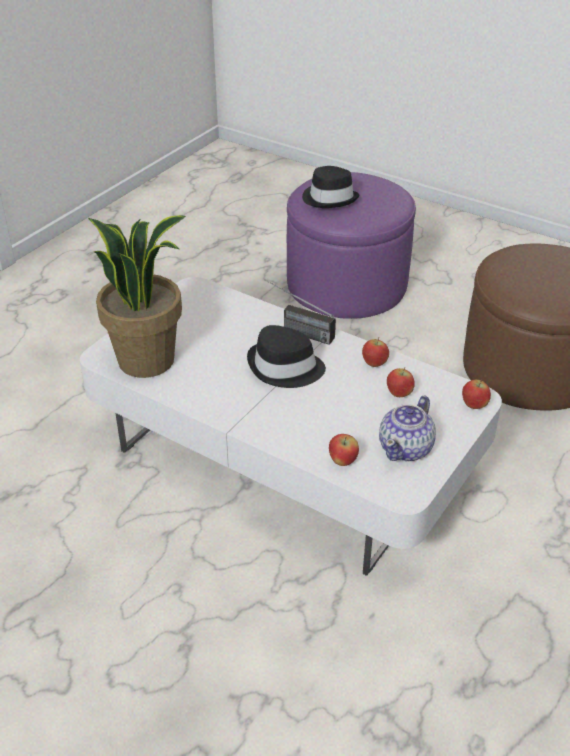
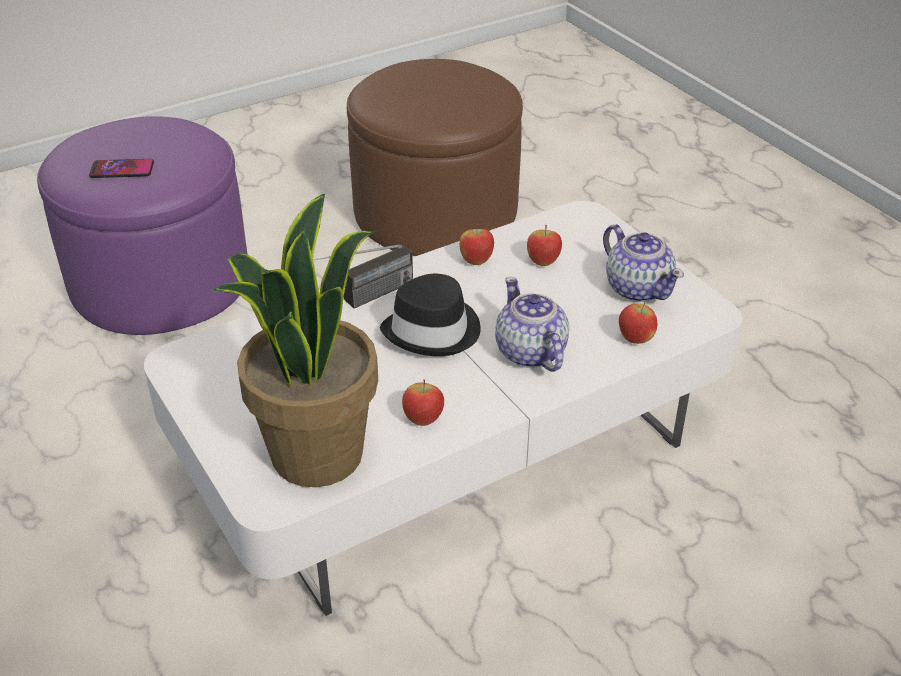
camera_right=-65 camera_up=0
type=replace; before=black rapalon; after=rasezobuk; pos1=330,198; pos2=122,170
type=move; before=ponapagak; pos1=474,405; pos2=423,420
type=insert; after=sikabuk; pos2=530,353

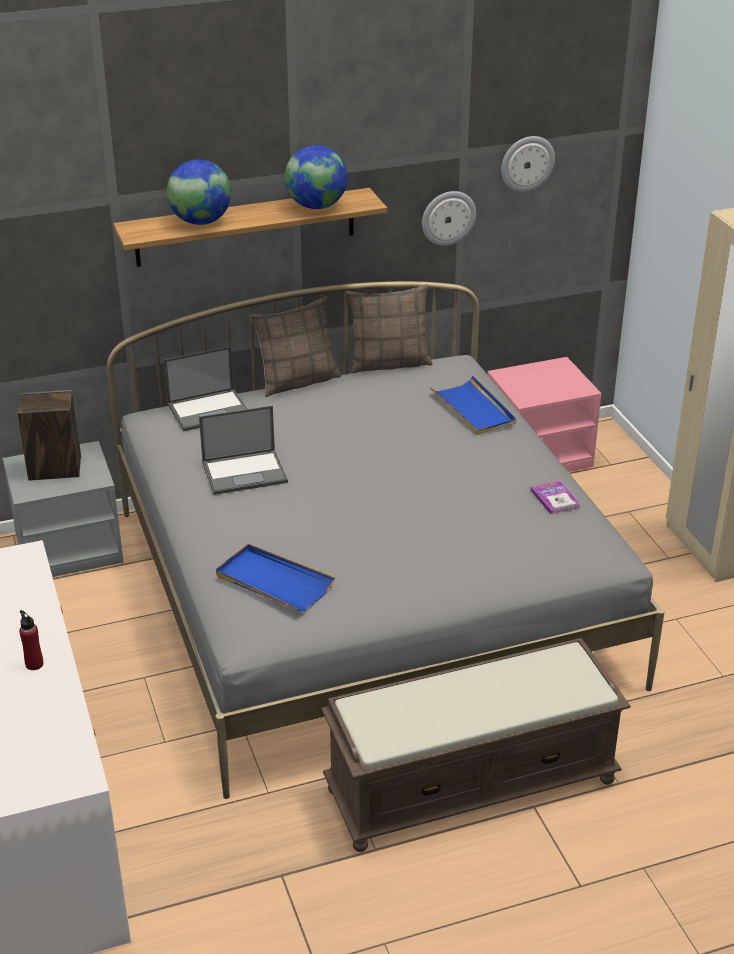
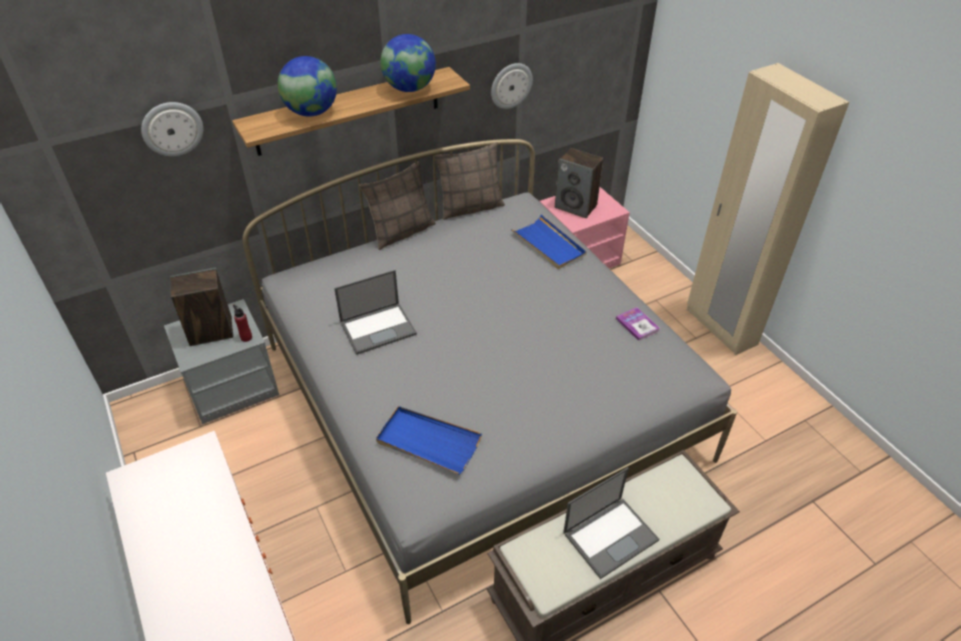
camera_right=-10 camera_up=10
type=move; before=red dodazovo; pos1=34,664; pos2=246,337
type=move; before=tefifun; pos1=209,410; pos2=611,535
type=move; before=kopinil; pos1=527,163; pos2=172,128
type=insert; after=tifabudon; pos2=576,206

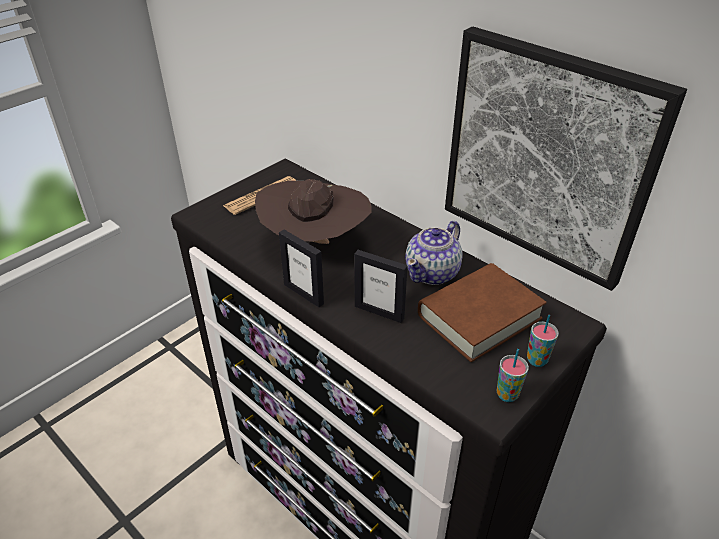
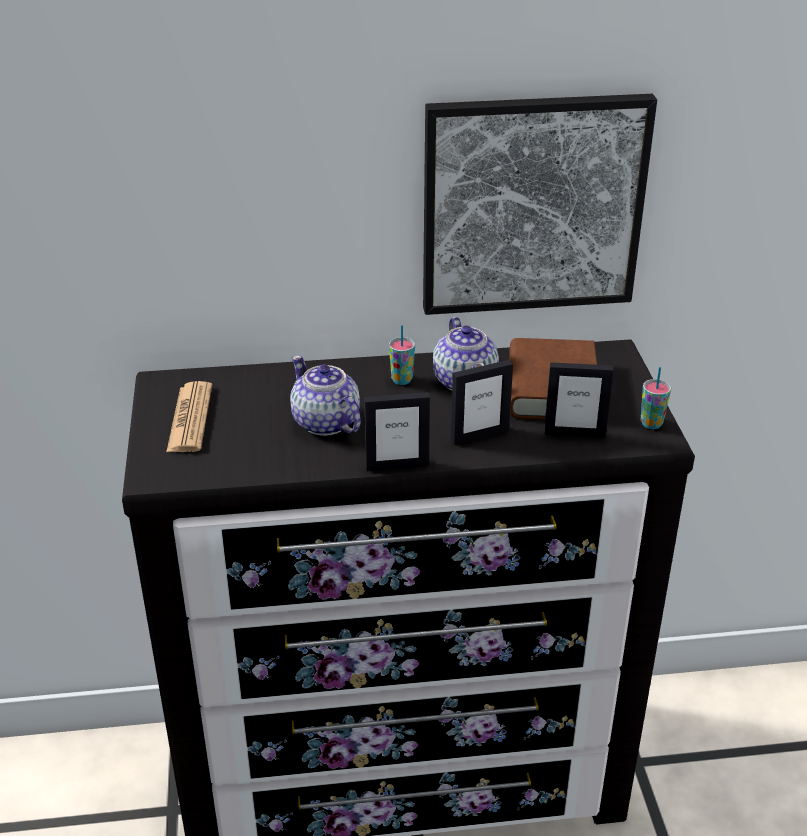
camera_right=-50 camera_up=-5
type=replace; before=brown rapalon; after=sikabuk; pos1=314,242; pos2=325,423
type=move; before=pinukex; pos1=536,360; pos2=402,380
type=insert; after=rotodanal; pos2=574,433

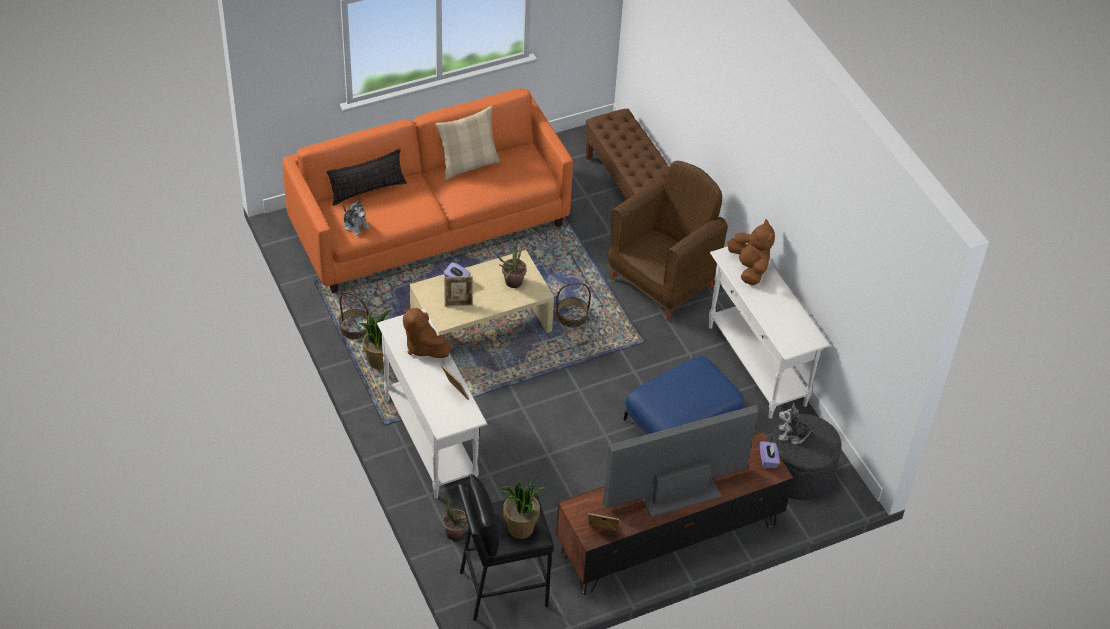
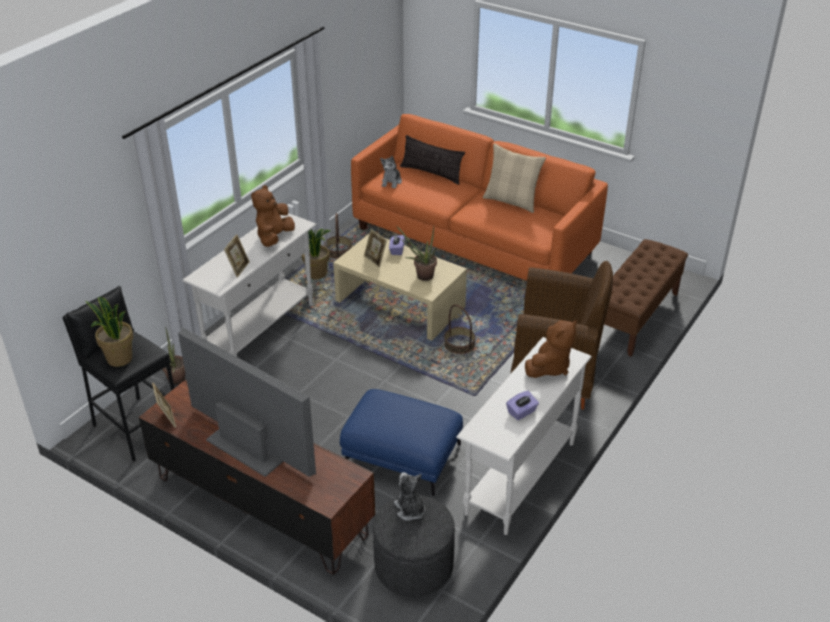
camera_right=60 camera_up=-10
type=move; before=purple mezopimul; pos1=768,460; pos2=521,412

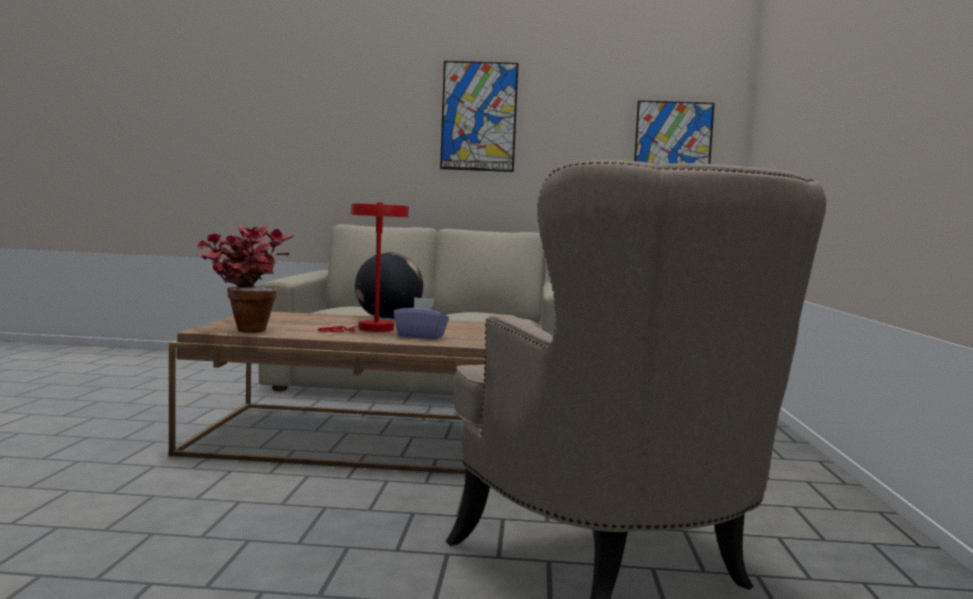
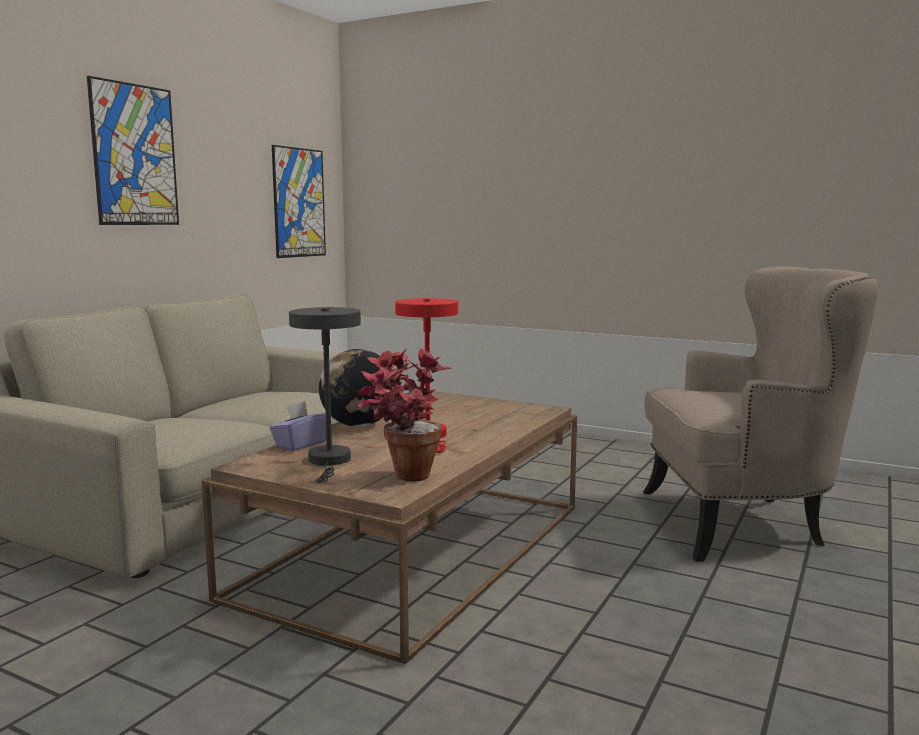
camera_right=-65 camera_up=5
type=move; before=purple mezopimul; pos1=421,336; pos2=300,444
type=insert; after=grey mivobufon; pos2=329,461

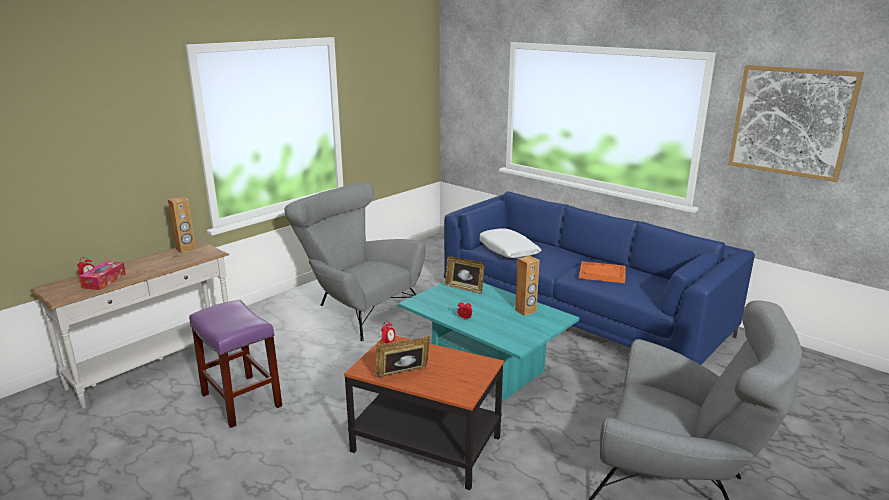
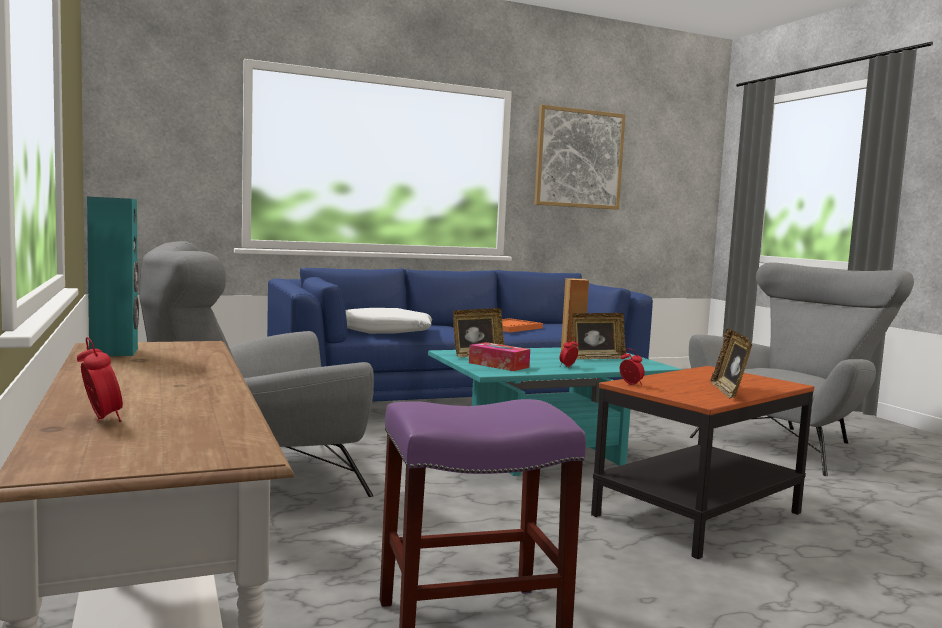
camera_right=-65 camera_up=-15
type=move; before=mezopimul; pos1=104,281; pos2=498,365
type=recolor; before=brown tifabudon; after=turquoise tifabudon; pos1=186,249; pos2=115,352
type=insert; after=rotodanal; pos2=596,358

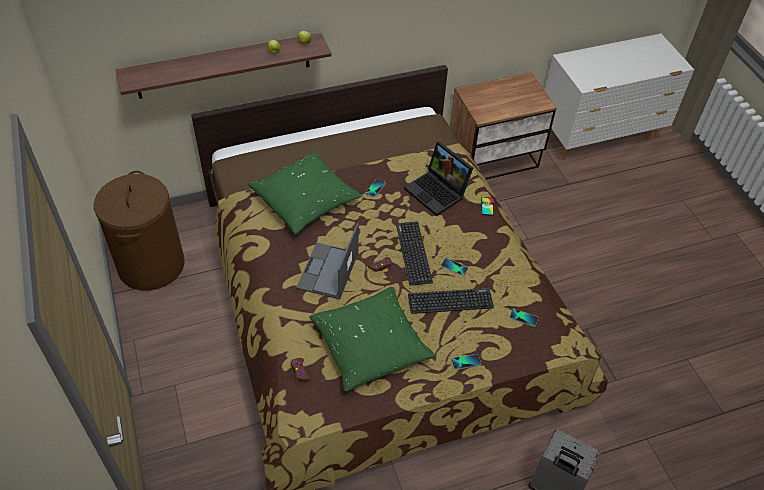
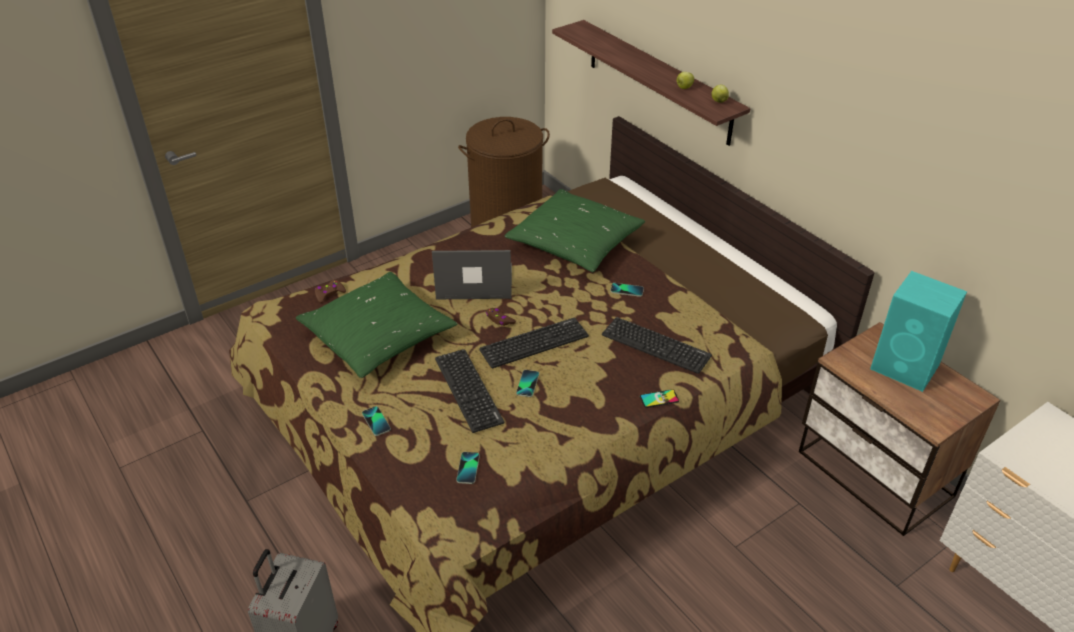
camera_right=75 camera_up=-10
type=replace; before=tefifun; after=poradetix; pos1=438,192; pos2=655,345
type=insert; after=turquoise tifabudon; pos2=906,367

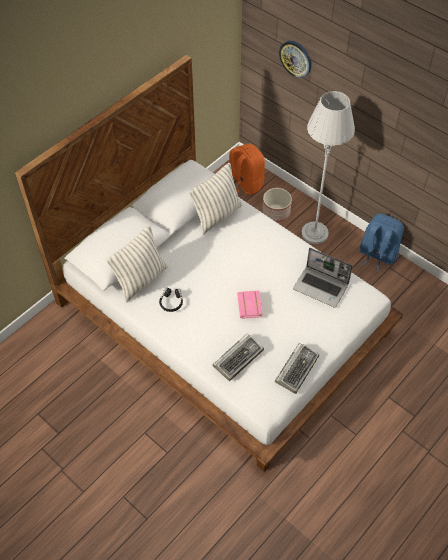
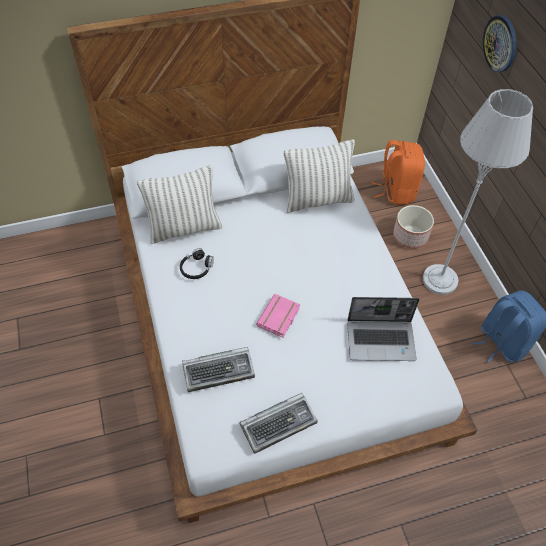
camera_right=30 camera_up=0
type=rotate; before=tefifun; pos1=321,287; pos2=381,340; turn=-60

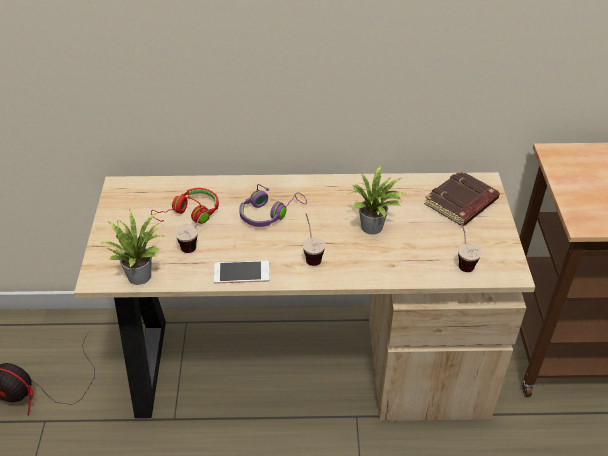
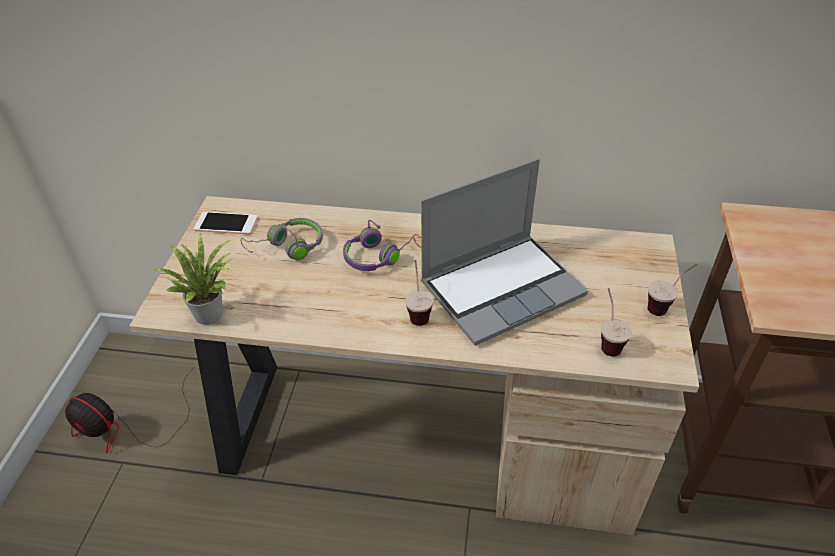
camera_right=10 camera_up=0
type=recolor; before=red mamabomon; after=grey mamabomon; pos1=190,214; pos2=288,247
type=move; before=pinukex; pos1=196,244; pos2=665,305
type=move; before=rasezobuk; pos1=241,273; pos2=226,224
type=replace; before=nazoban; after=tefifun; pos1=374,228; pos2=502,288
type=delete; before=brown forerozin; pos1=461,203

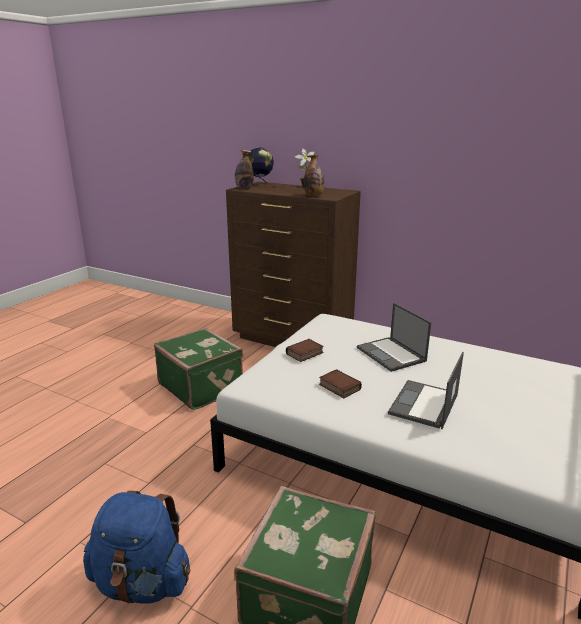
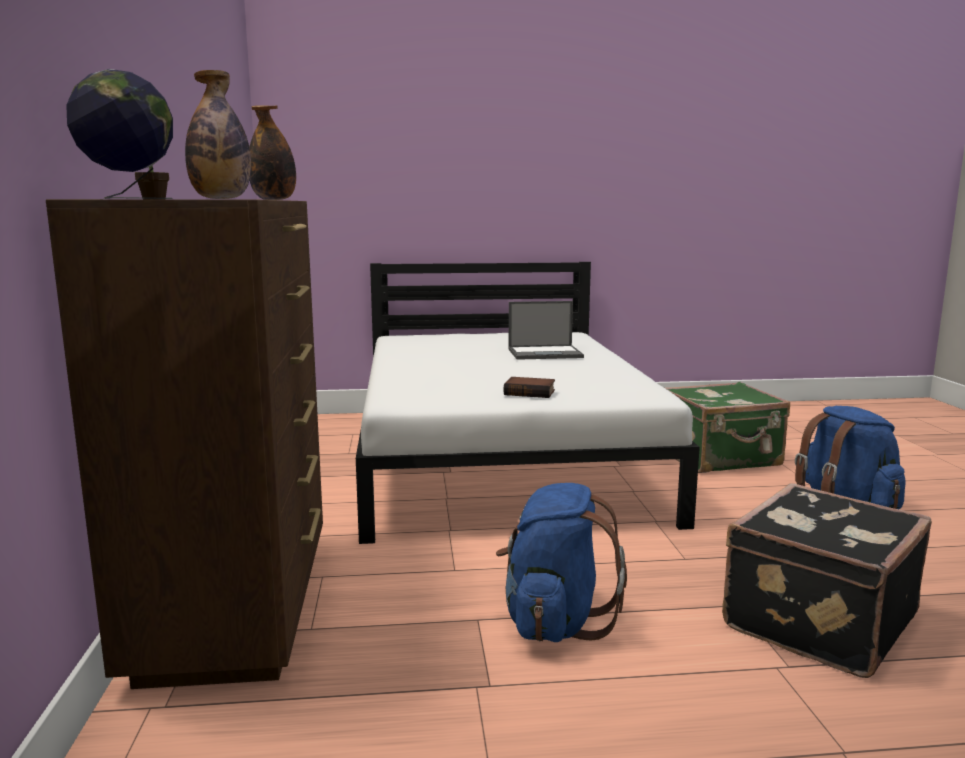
camera_right=-125 camera_up=-10
type=replace; before=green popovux; after=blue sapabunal; pos1=201,386; pos2=555,621
type=delete; before=forerozin; pos1=338,387
type=delete; before=tefifun; pos1=391,354
type=insert; after=black popovux; pos2=815,621

